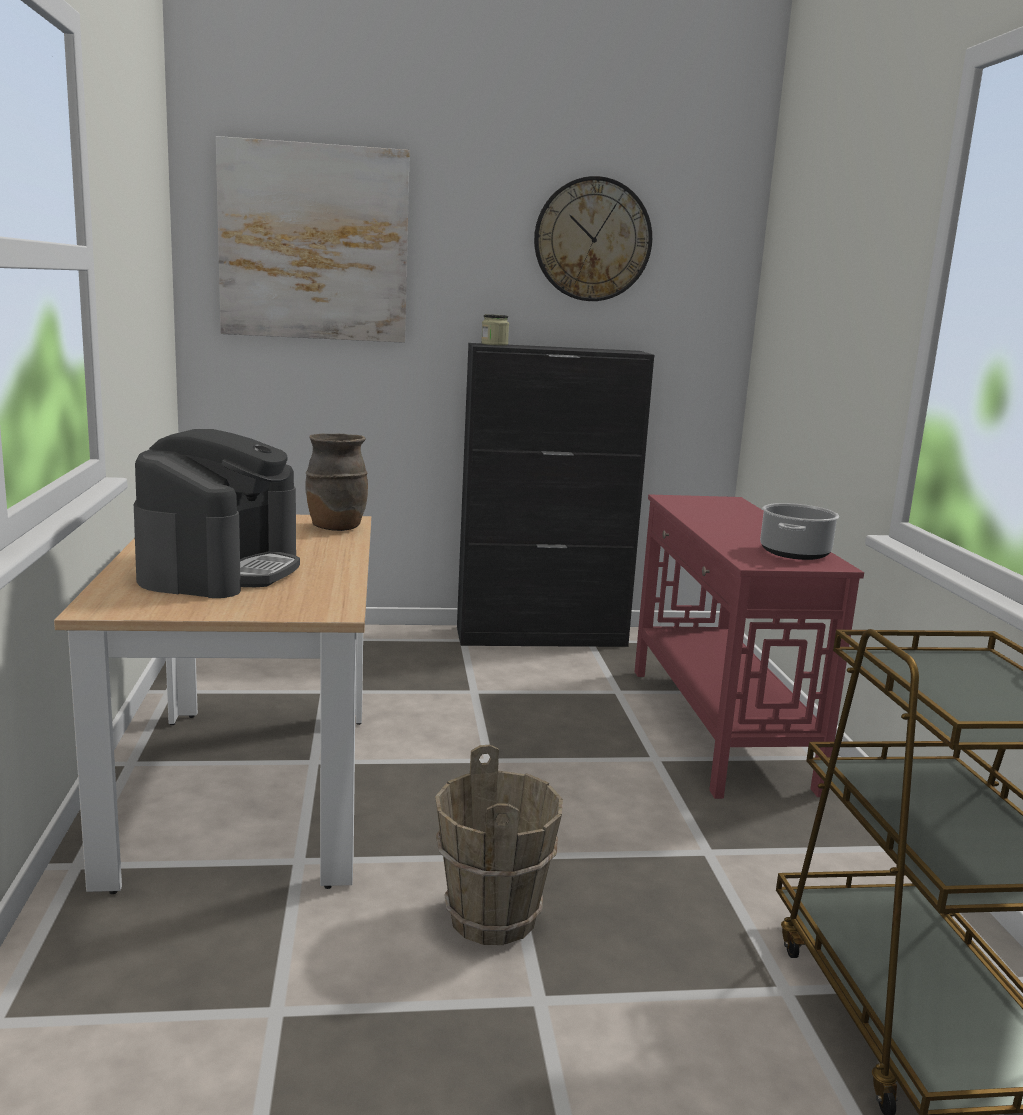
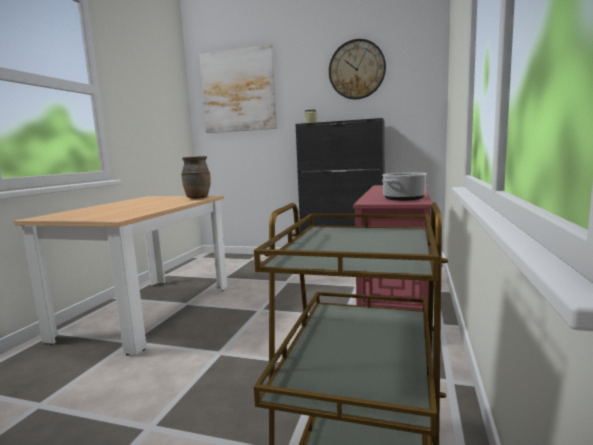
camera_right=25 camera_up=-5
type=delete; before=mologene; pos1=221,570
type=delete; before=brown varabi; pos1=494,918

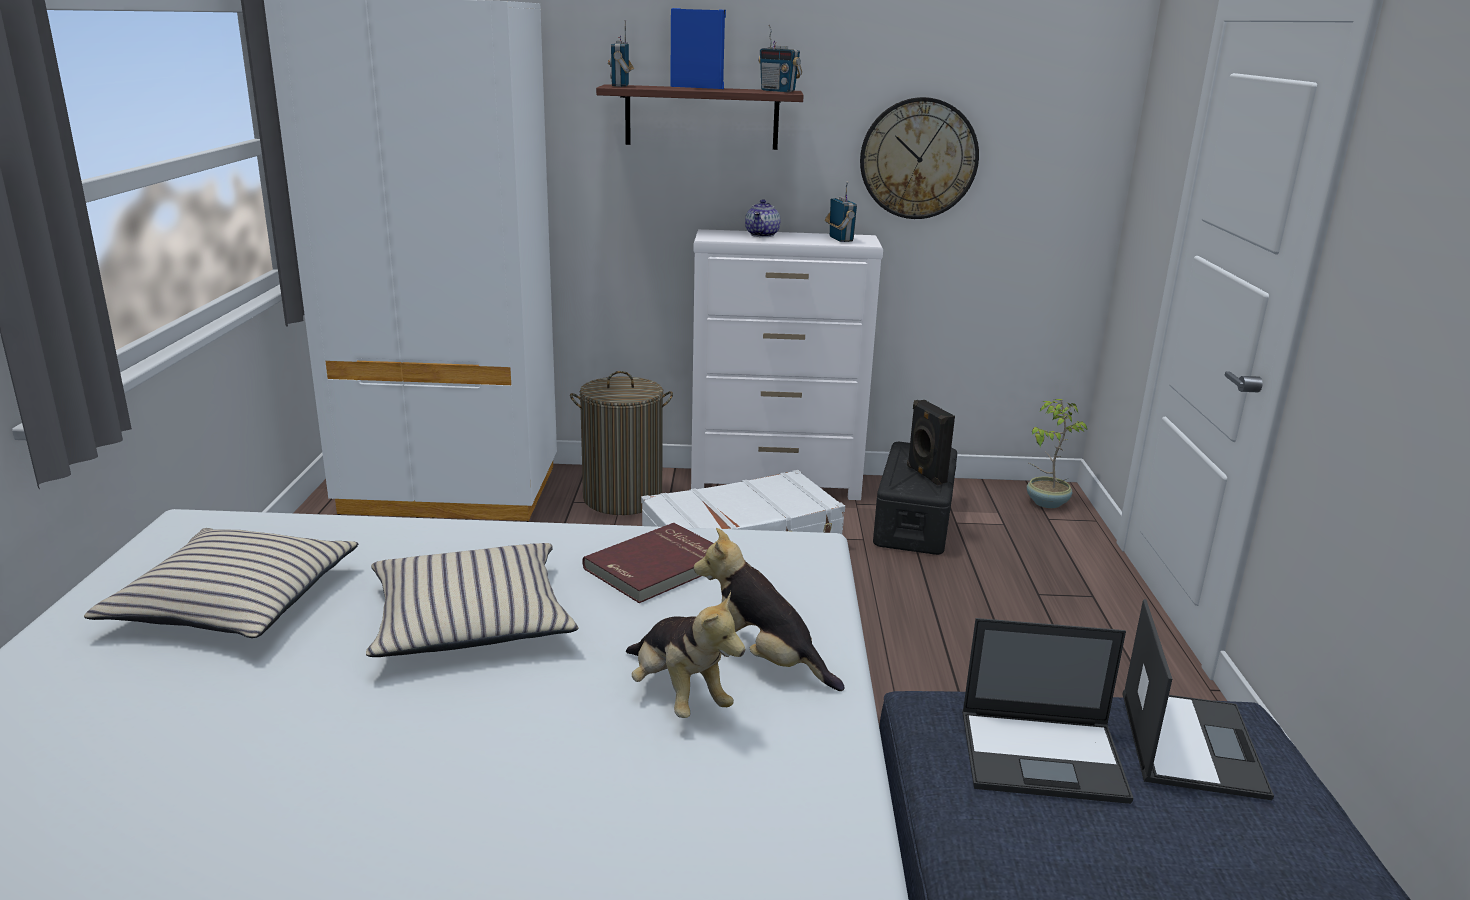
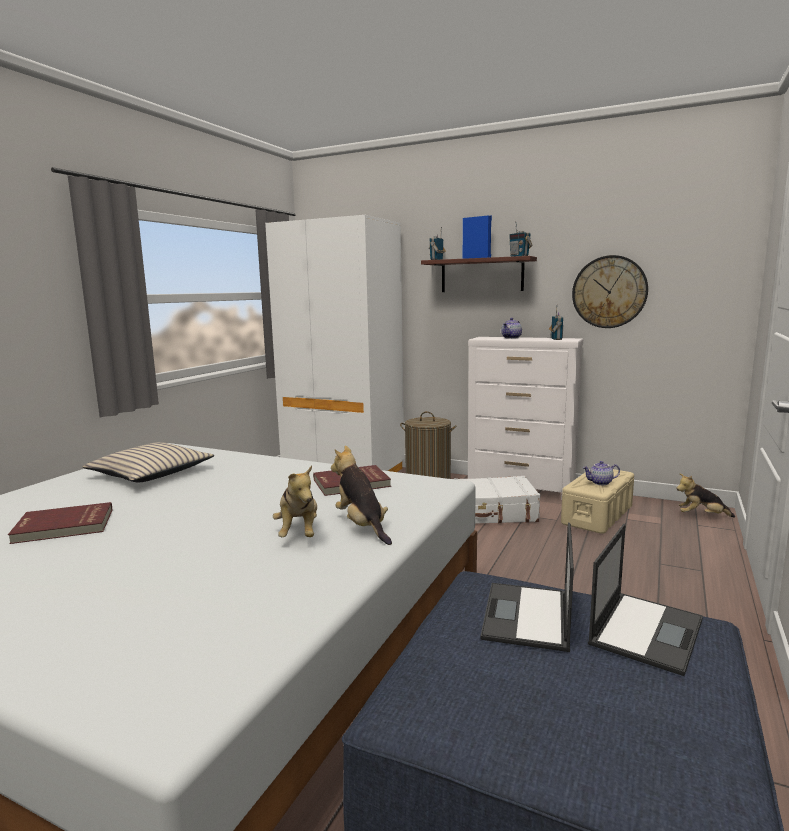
camera_right=25 camera_up=-10
type=delete; before=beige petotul; pos1=470,619
type=recolor; before=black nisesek; after=beige nisesek; pos1=914,520; pos2=597,514
type=replace; before=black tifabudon; after=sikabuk; pos1=925,475; pos2=600,483
type=rotate; before=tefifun; pos1=1044,756; pos2=527,617; turn=75
type=replace; before=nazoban; after=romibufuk; pos1=1046,502; pos2=701,516
type=insert; after=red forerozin; pos2=64,526

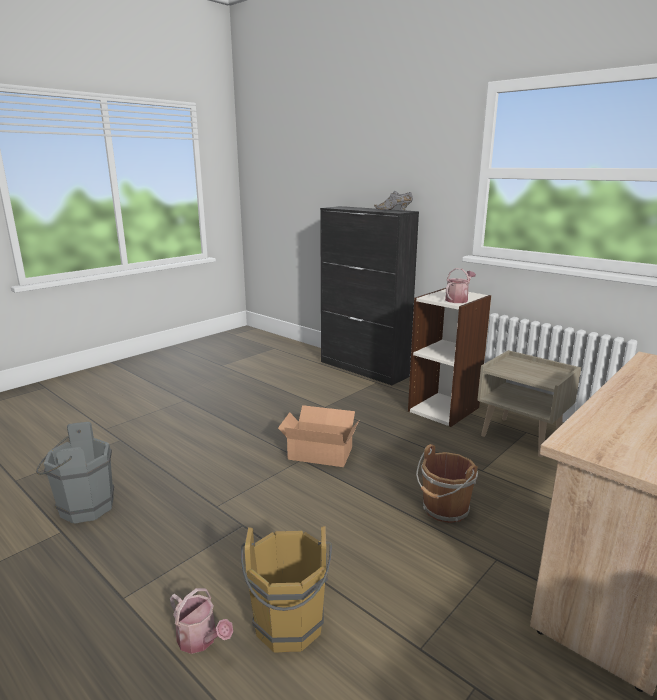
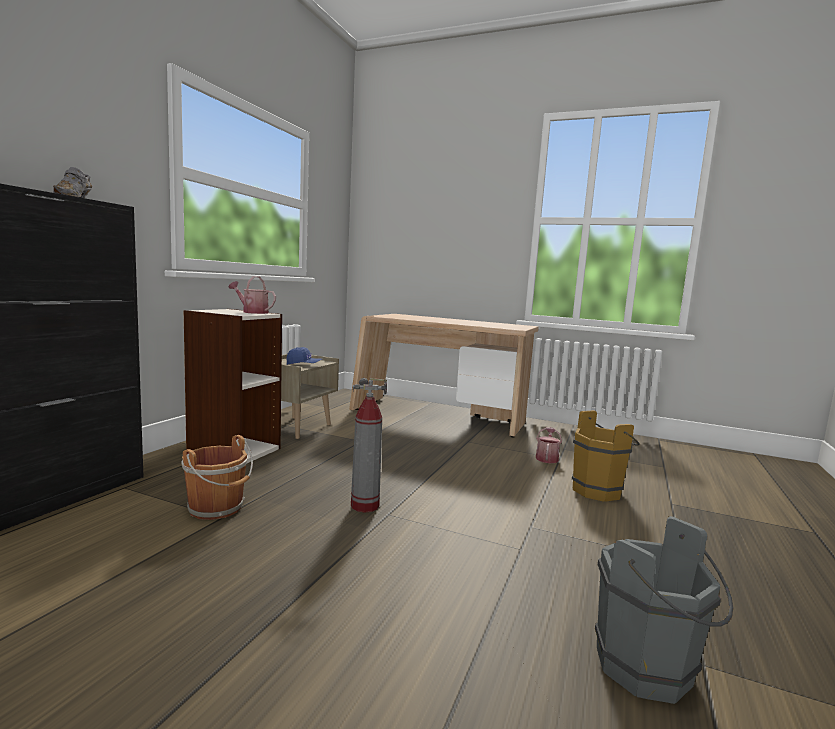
camera_right=-110 camera_up=-10
type=move; before=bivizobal; pos1=201,640; pos2=547,458
type=replace; before=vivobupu; after=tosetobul; pos1=319,452; pos2=364,506
type=move; before=brown varabi; pos1=444,510; pos2=218,508
type=insert; after=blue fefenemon; pos2=304,365

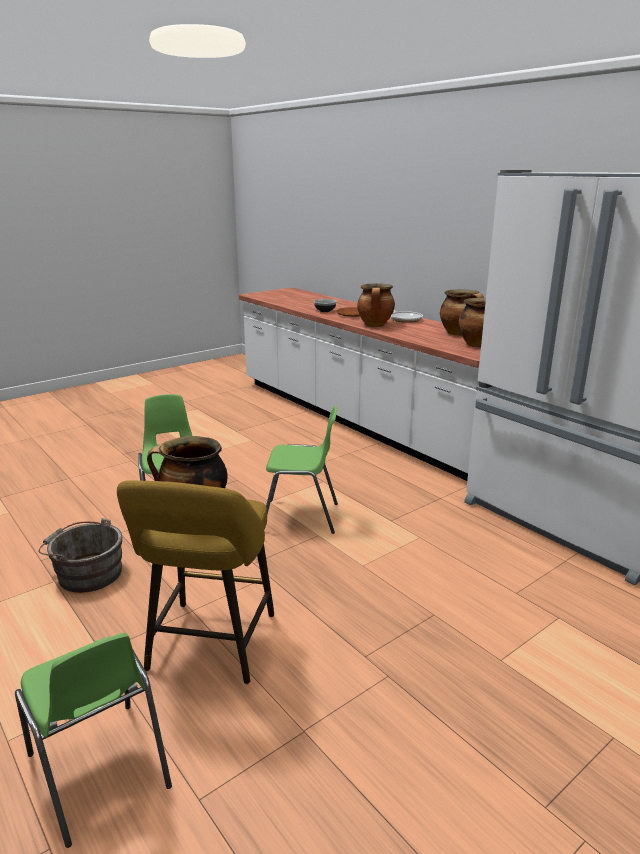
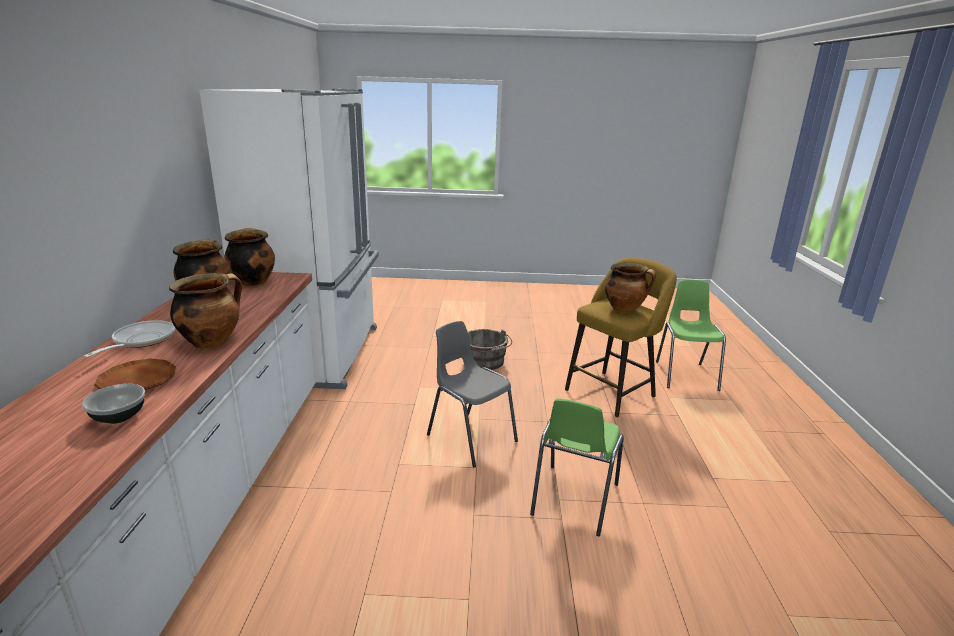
camera_right=-140 camera_up=0
type=move; before=grey varabi; pos1=87,573; pos2=485,362
type=recolor; before=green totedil; after=grey totedil; pos1=301,517; pos2=470,438

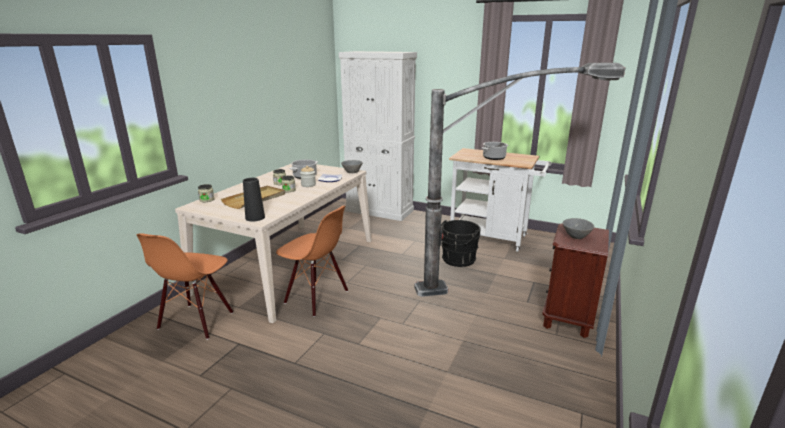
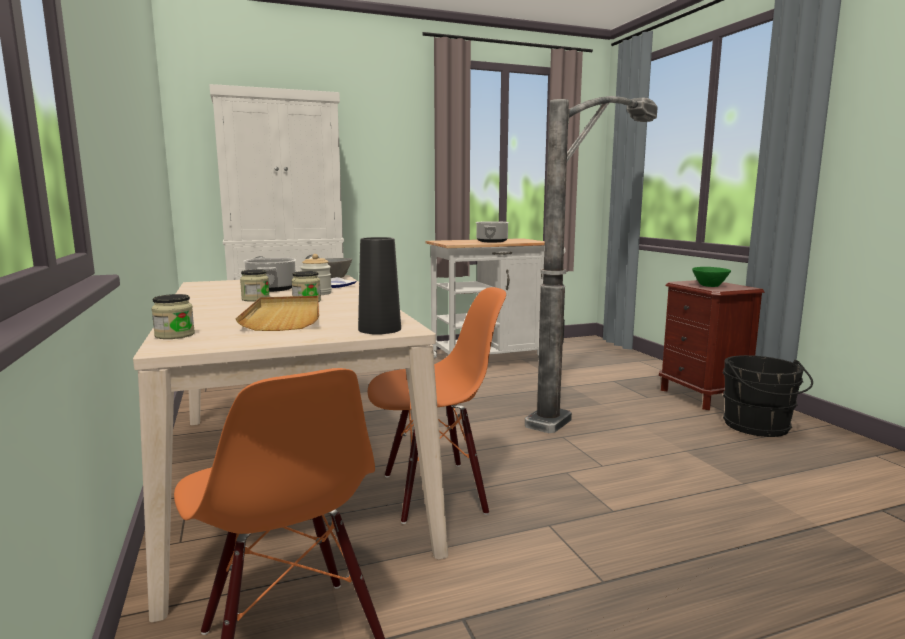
camera_right=-45 camera_up=-10
type=move; before=black varabi; pos1=457,260; pos2=758,427
type=recolor; before=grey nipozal; after=green nipozal; pos1=575,236; pos2=708,285

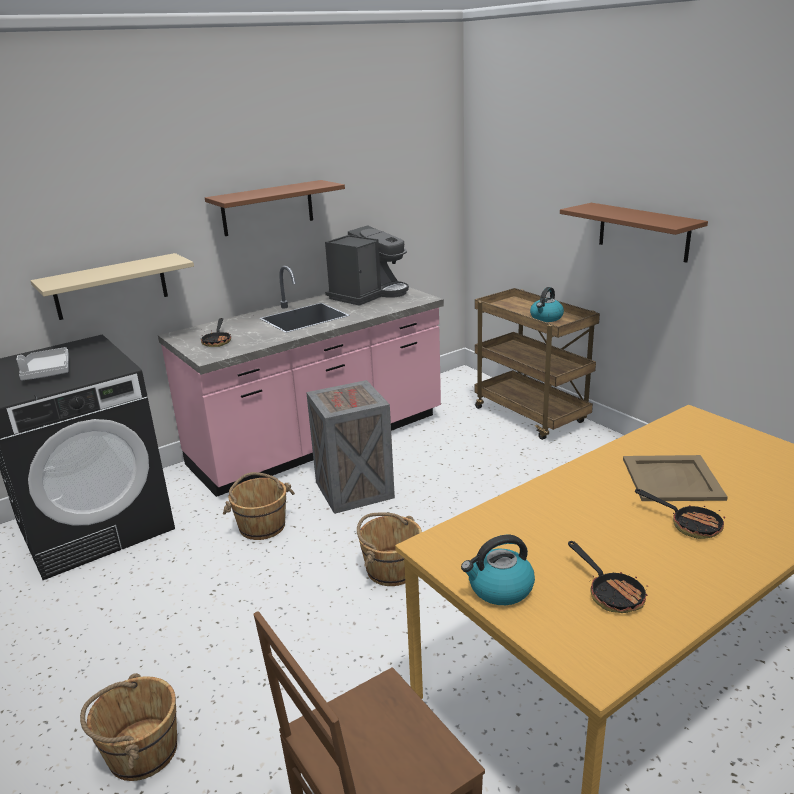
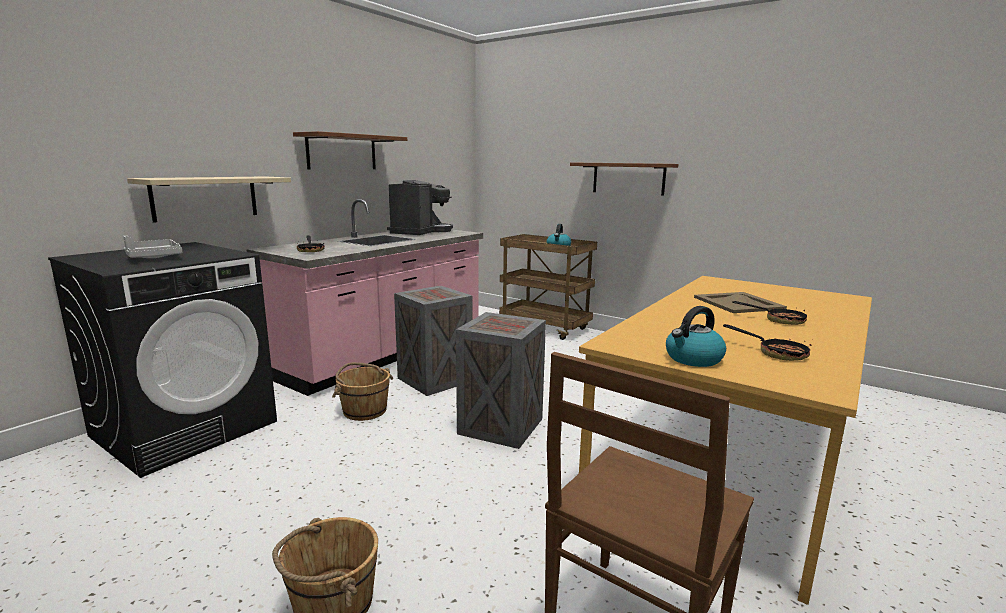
camera_right=-20 camera_up=-10
type=replace; before=brown varabi; after=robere; pos1=391,569; pos2=500,425

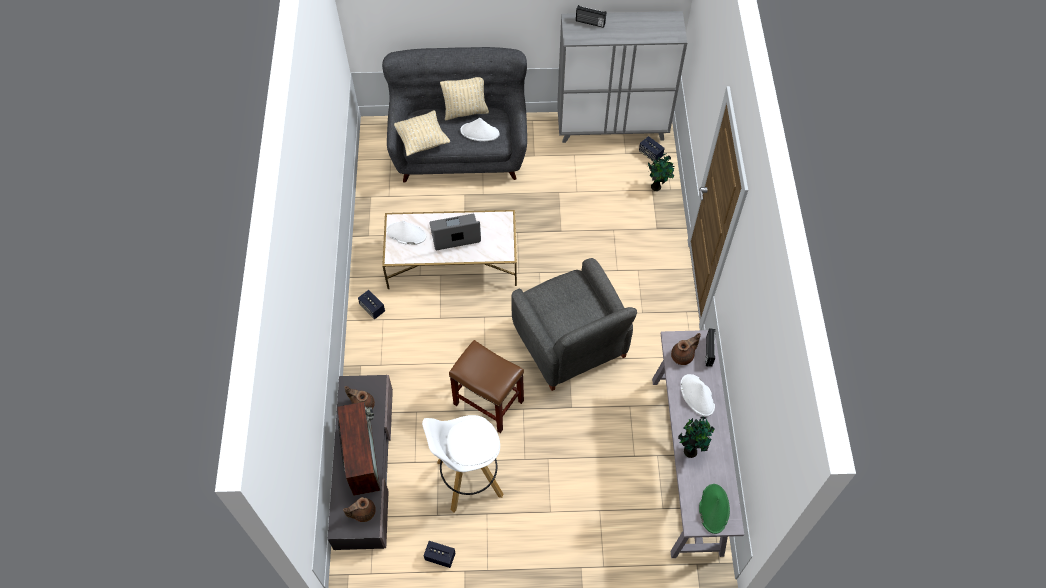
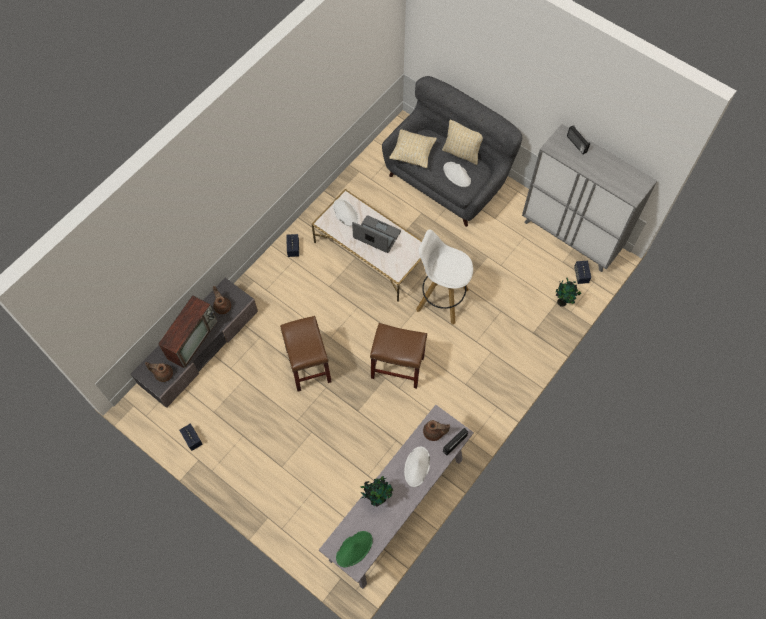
camera_right=40 camera_up=5
type=move; before=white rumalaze; pos1=468,479; pos2=441,299
type=replace; before=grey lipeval; after=brown rumalaze; pos1=570,343; pos2=397,367

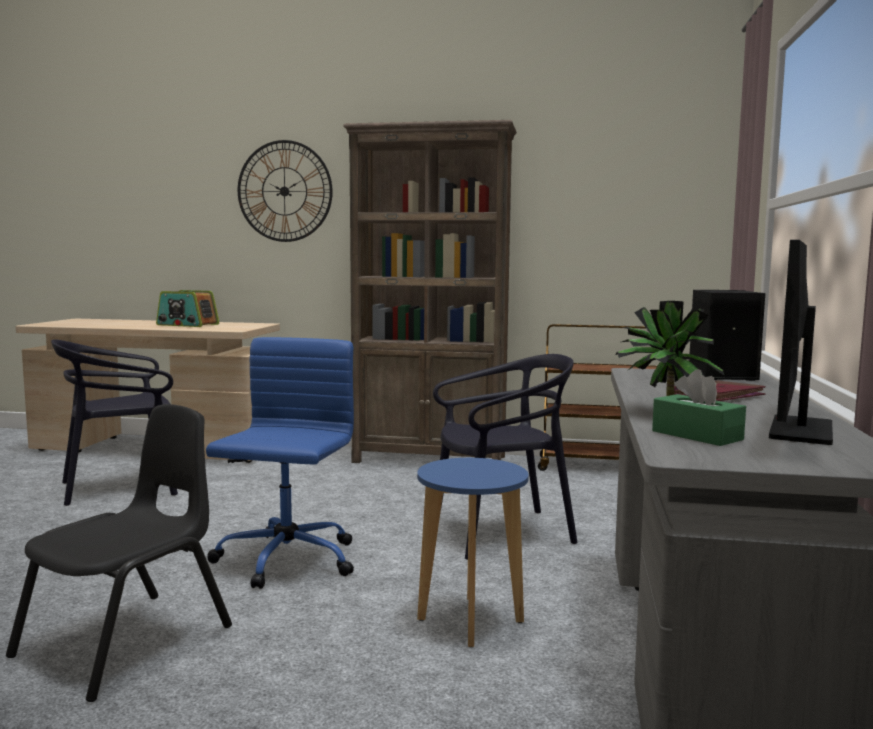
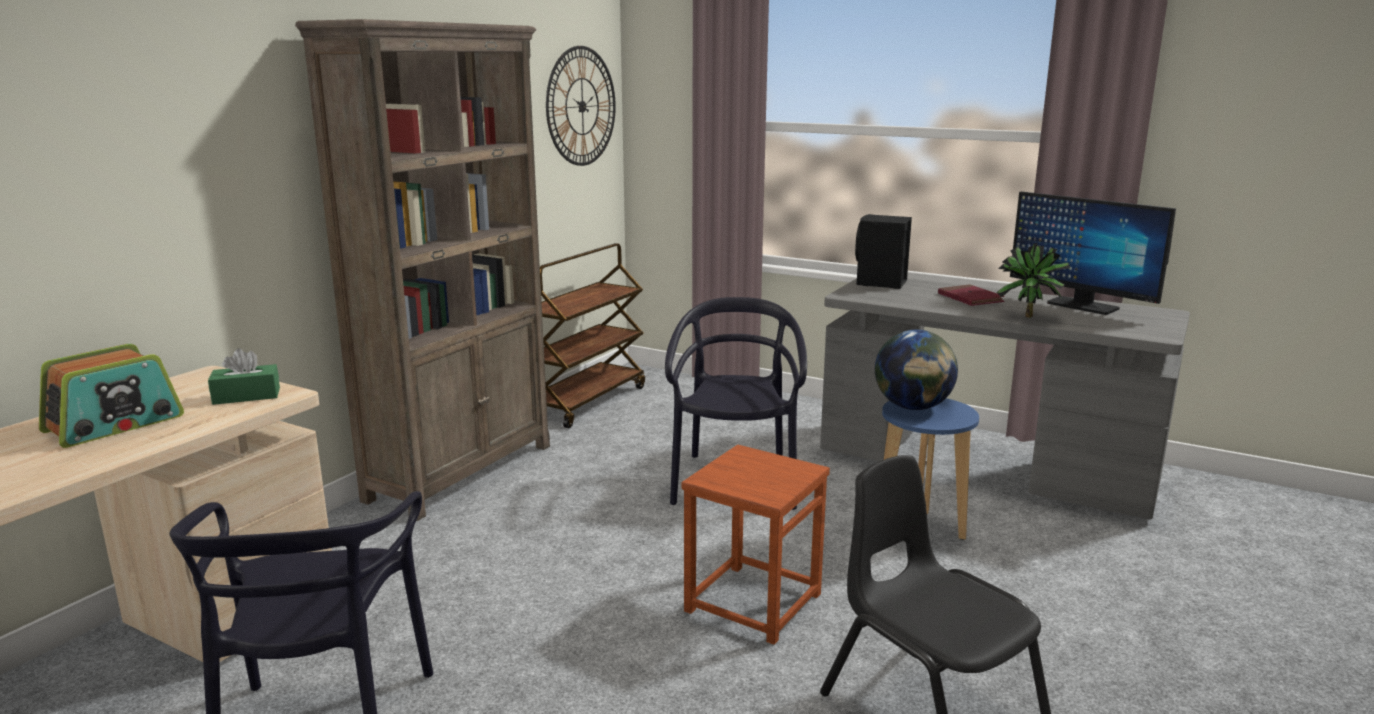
camera_right=-70 camera_up=10
type=replace; before=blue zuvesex; after=brown rumalaze; pos1=285,561; pos2=752,602
type=move; before=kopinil; pos1=284,191; pos2=581,106
type=move; before=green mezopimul; pos1=697,435; pos2=246,396
type=insert; after=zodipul; pos2=913,407

